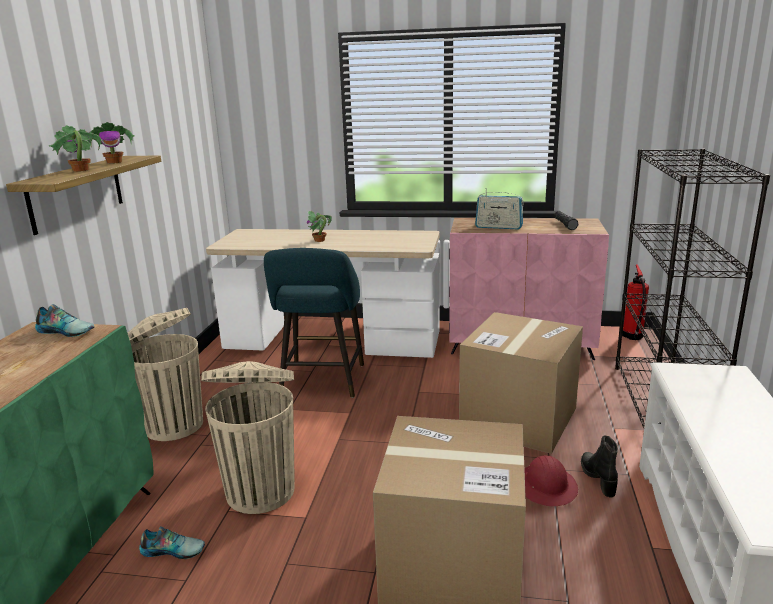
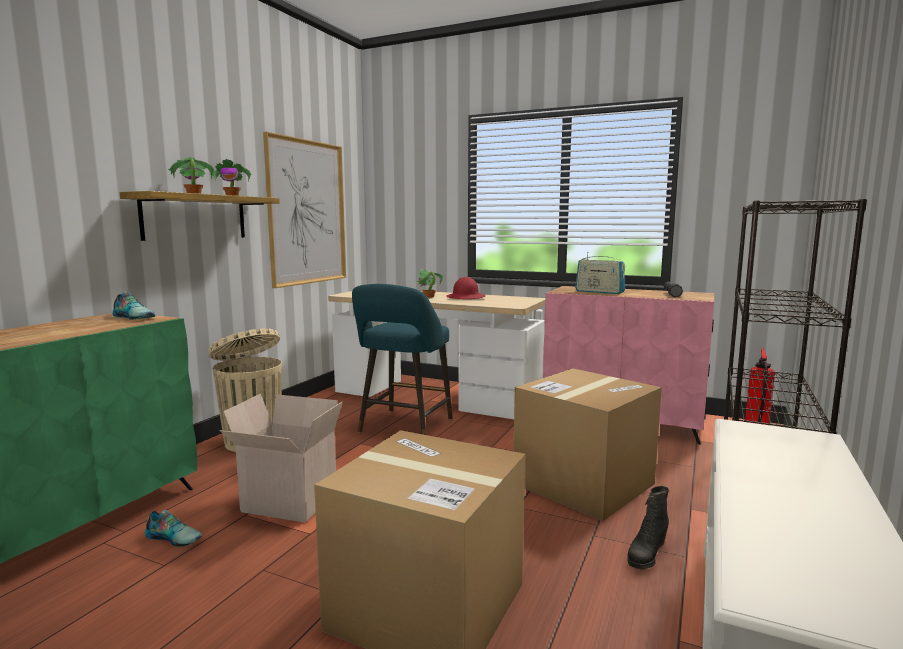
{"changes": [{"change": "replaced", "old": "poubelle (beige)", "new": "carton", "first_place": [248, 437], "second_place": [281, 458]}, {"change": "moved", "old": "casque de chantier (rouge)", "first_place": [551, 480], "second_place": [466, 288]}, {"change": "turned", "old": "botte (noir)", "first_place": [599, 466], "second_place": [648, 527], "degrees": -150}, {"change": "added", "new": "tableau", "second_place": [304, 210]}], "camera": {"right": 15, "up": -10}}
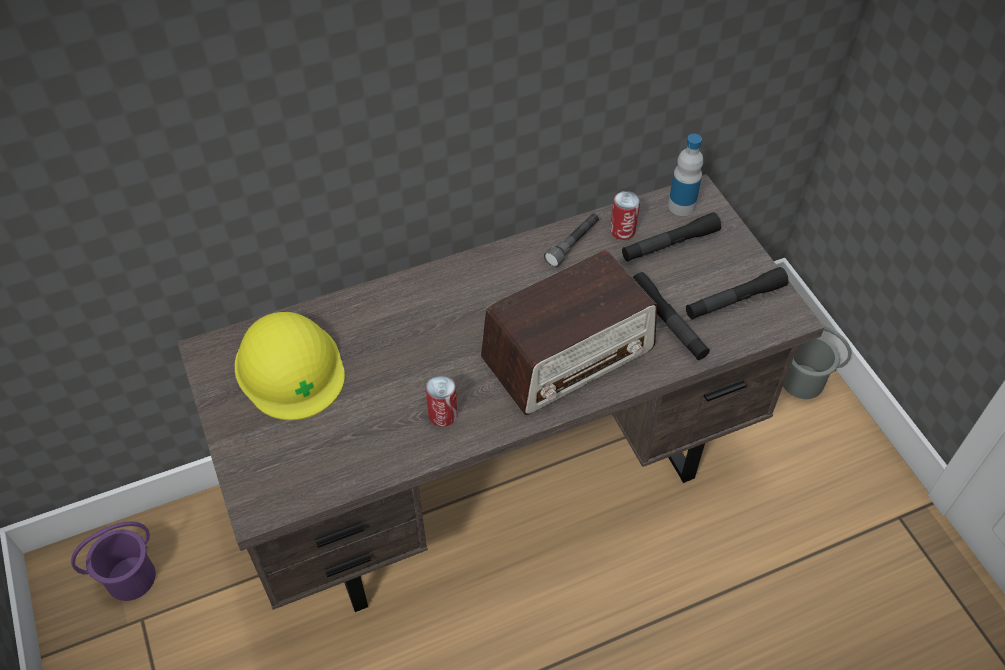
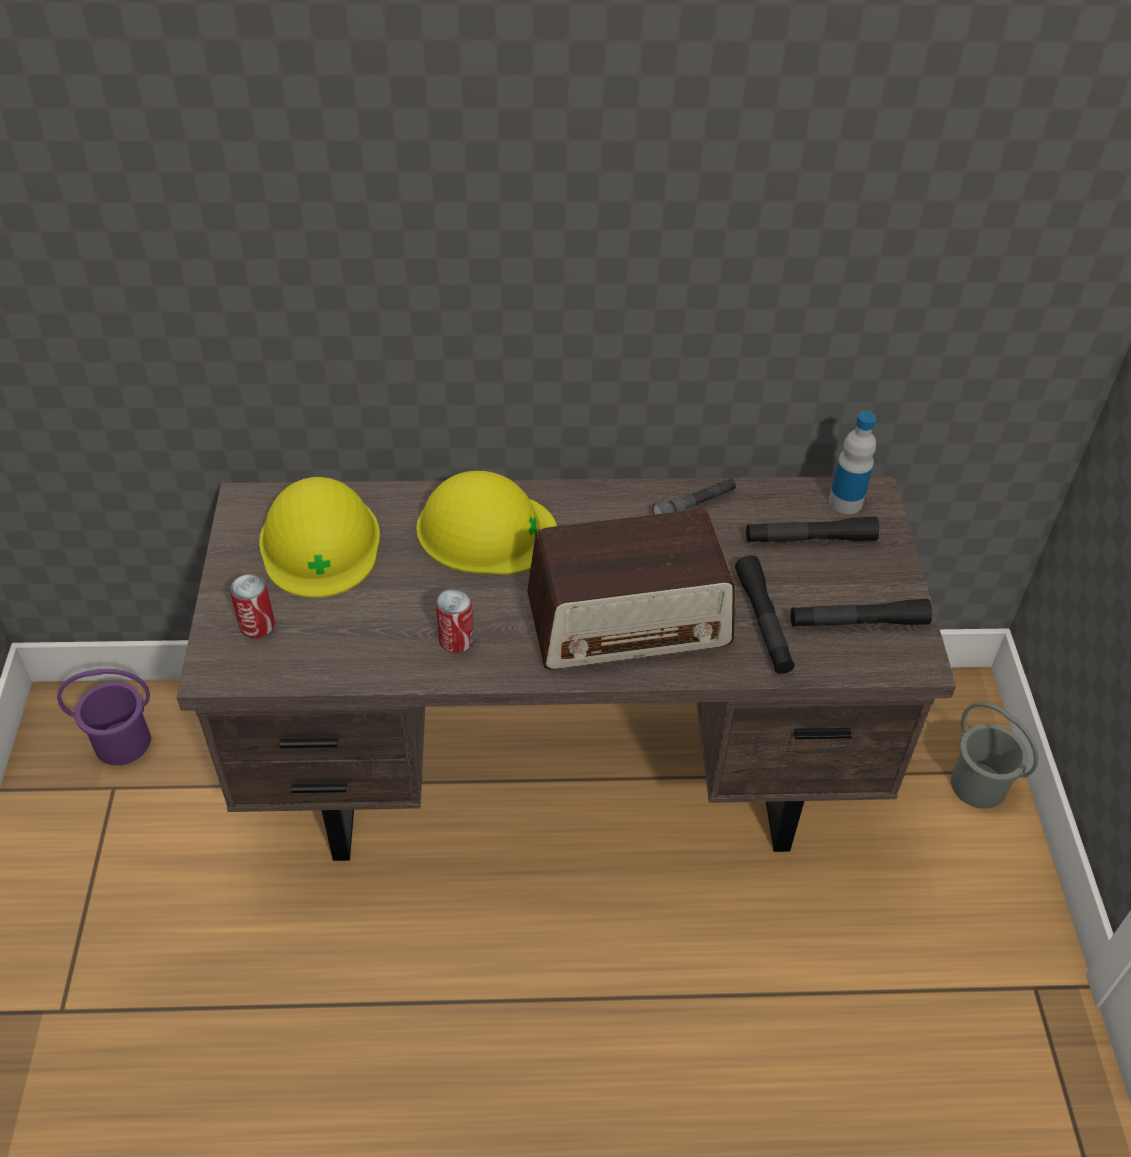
{"changes": [{"change": "moved", "old": "boîte métallique", "first_place": [625, 215], "second_place": [252, 606]}, {"change": "added", "new": "casque de chantier (jaune)", "second_place": [486, 523]}], "camera": {"right": 20, "up": -5}}
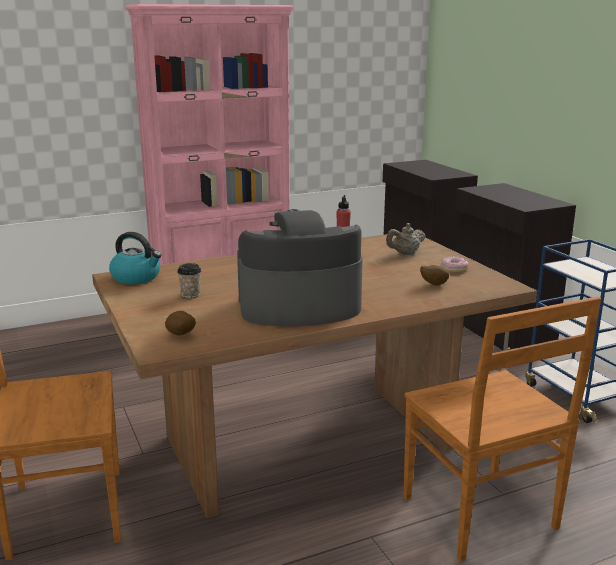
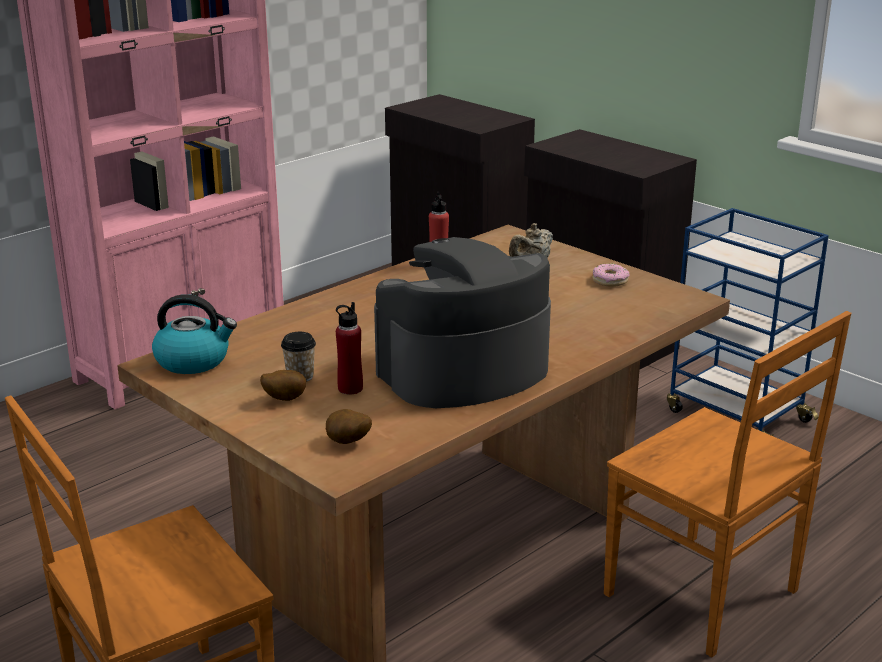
{"changes": [{"change": "moved", "old": "pomme de terre", "first_place": [434, 275], "second_place": [283, 385]}, {"change": "added", "new": "bouteille (rouge)", "second_place": [349, 348]}], "camera": {"right": -20, "up": 5}}
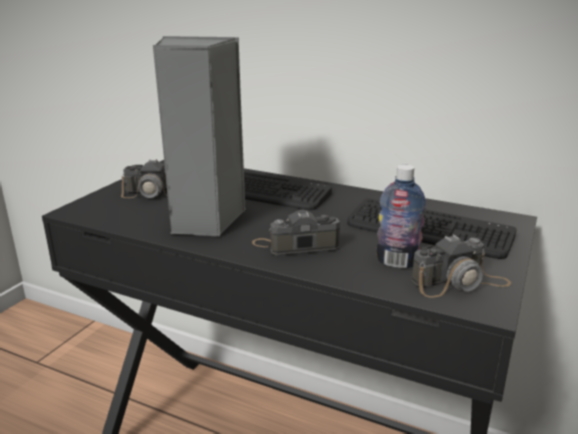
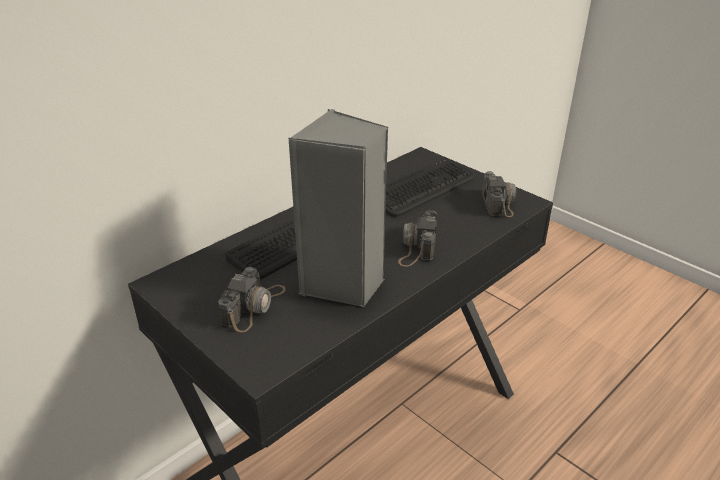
{"changes": [{"change": "removed", "old": "bouteille", "first_place": [401, 216]}], "camera": {"right": -70, "up": 10}}
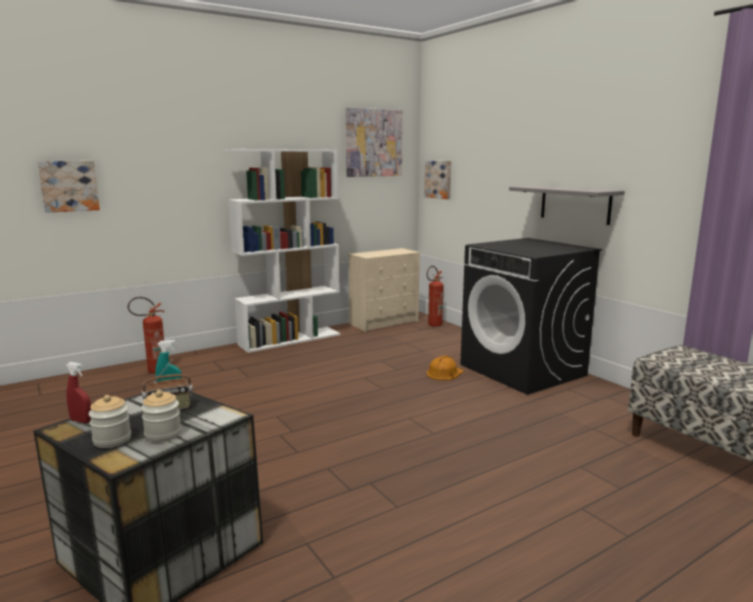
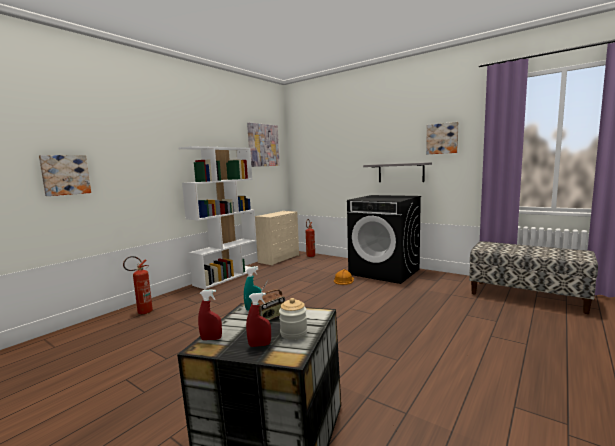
{"changes": [{"change": "replaced", "old": "bocal", "new": "vaporisateur (rouge)", "first_place": [110, 421], "second_place": [258, 319]}, {"change": "moved", "old": "tableau", "first_place": [437, 180], "second_place": [442, 138]}], "camera": {"right": -20, "up": -5}}
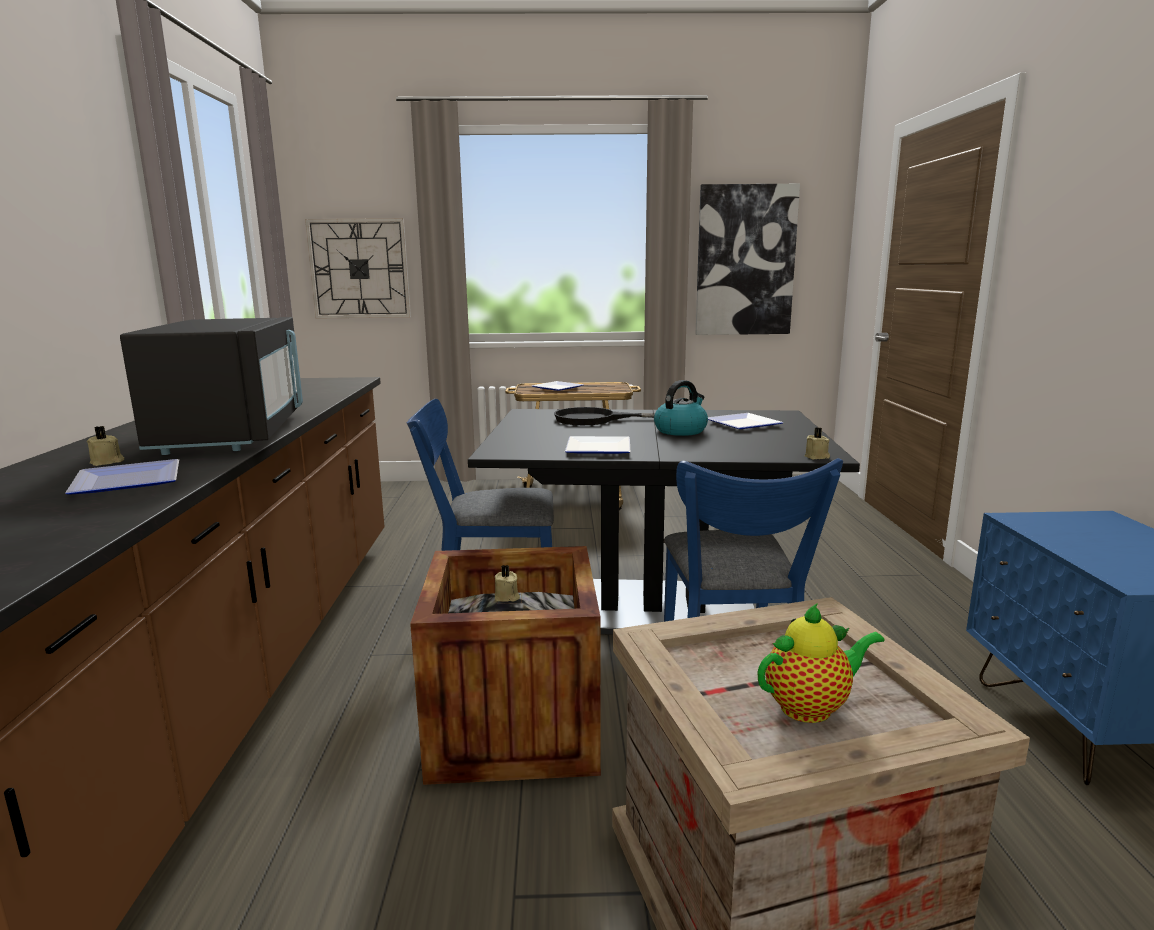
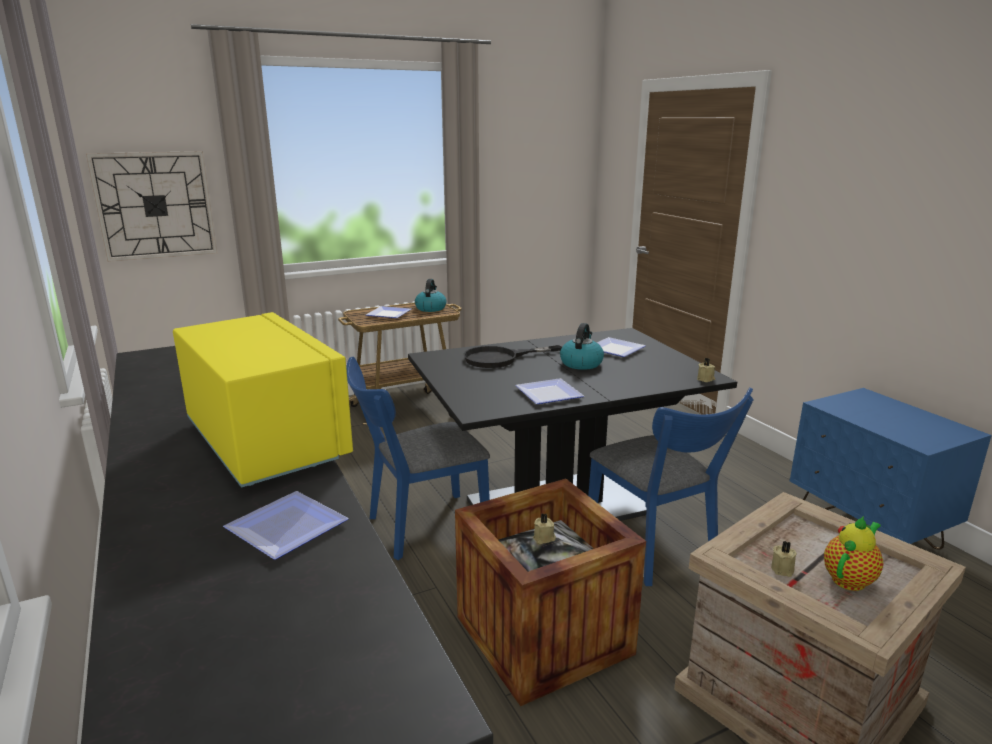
{"changes": [{"change": "moved", "old": "bougie (beige)", "first_place": [105, 446], "second_place": [784, 559]}, {"change": "recoloured", "old": "micro-ondes (noir)", "new": "micro-ondes (jaune)", "first_place": [211, 386], "second_place": [263, 400]}, {"change": "removed", "old": "tableau", "first_place": [748, 259]}, {"change": "added", "new": "bouilloire", "second_place": [430, 295]}], "camera": {"right": -25, "up": 5}}
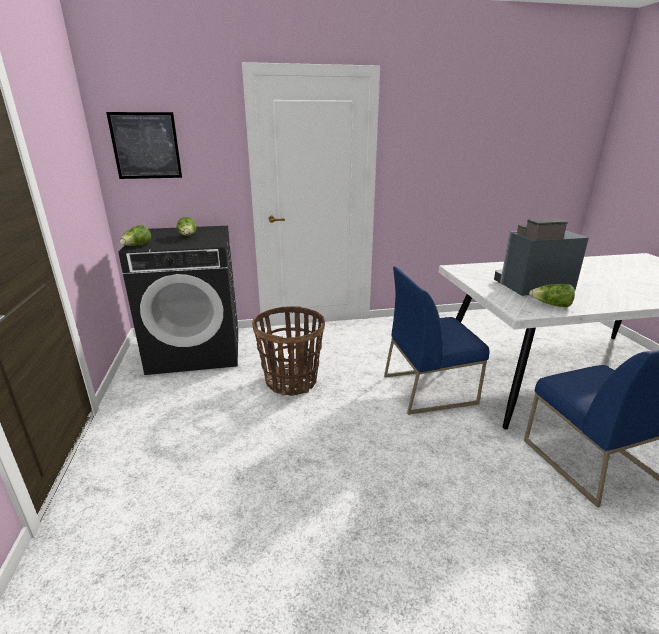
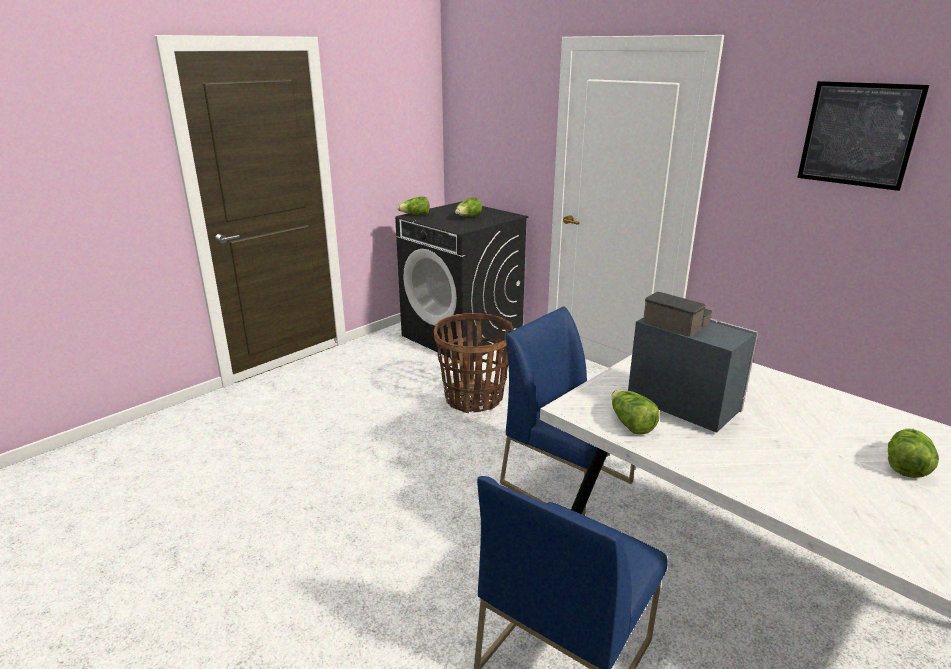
{"changes": [{"change": "moved", "old": "tableau", "first_place": [144, 145], "second_place": [863, 136]}, {"change": "added", "new": "laitue", "second_place": [913, 453]}], "camera": {"right": 55, "up": 0}}
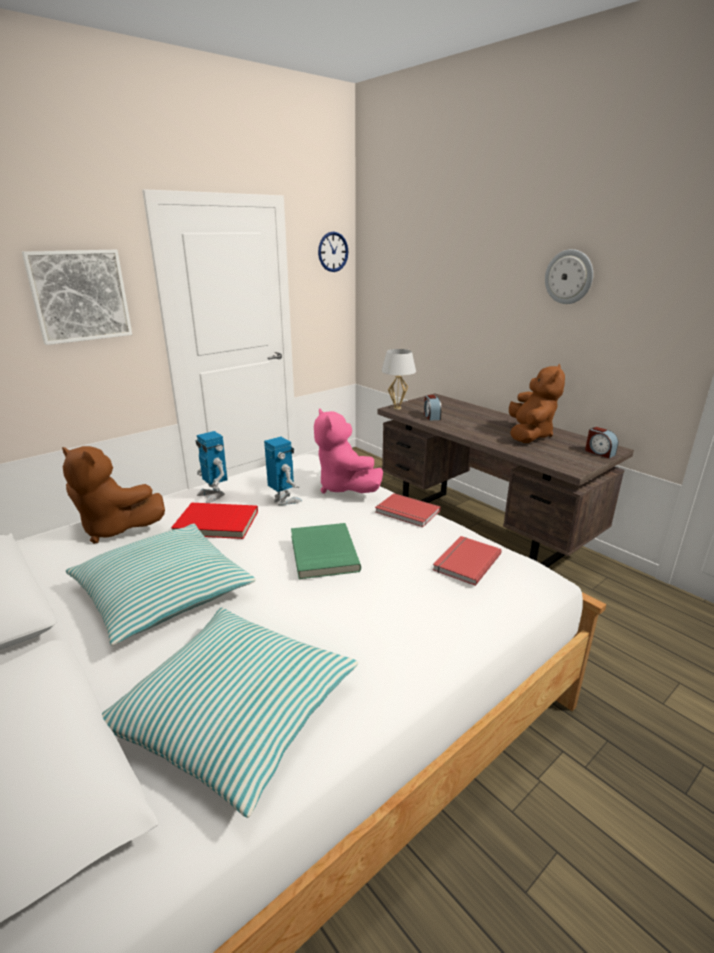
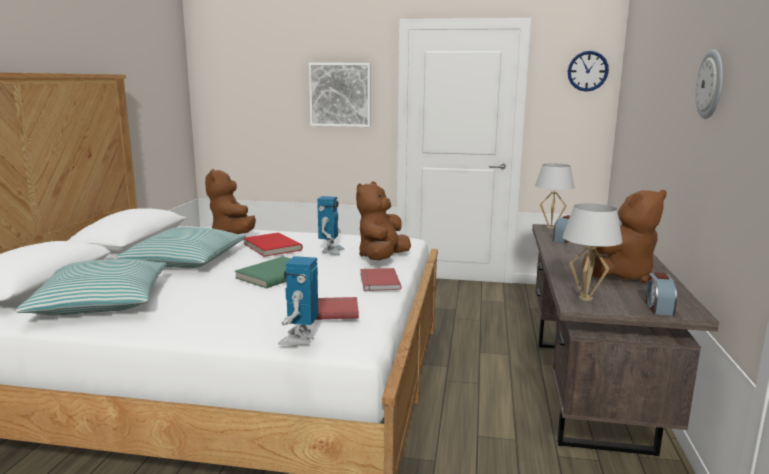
{"changes": [{"change": "moved", "old": "robot jouet", "first_place": [212, 467], "second_place": [298, 301]}, {"change": "recoloured", "old": "peluche (rose)", "new": "peluche (marron)", "first_place": [348, 451], "second_place": [383, 220]}, {"change": "added", "new": "lampe de table (blanc)", "second_place": [592, 252]}], "camera": {"right": 50, "up": -10}}
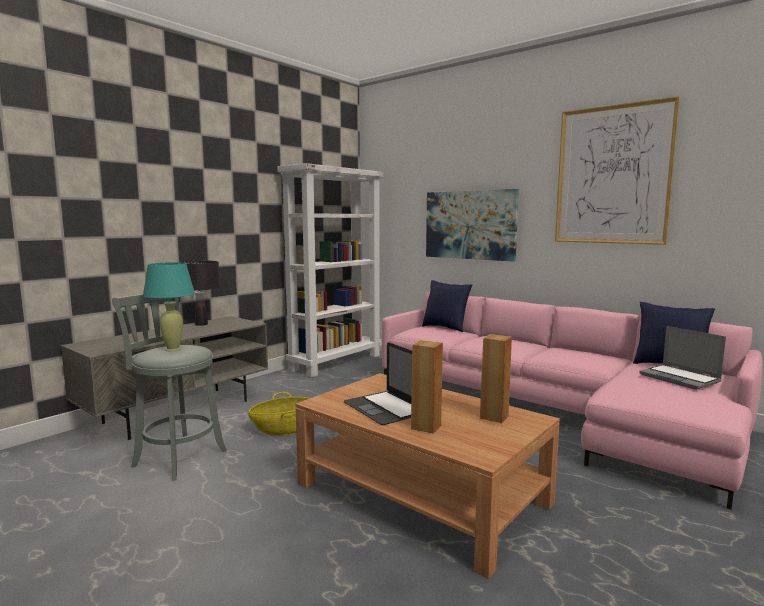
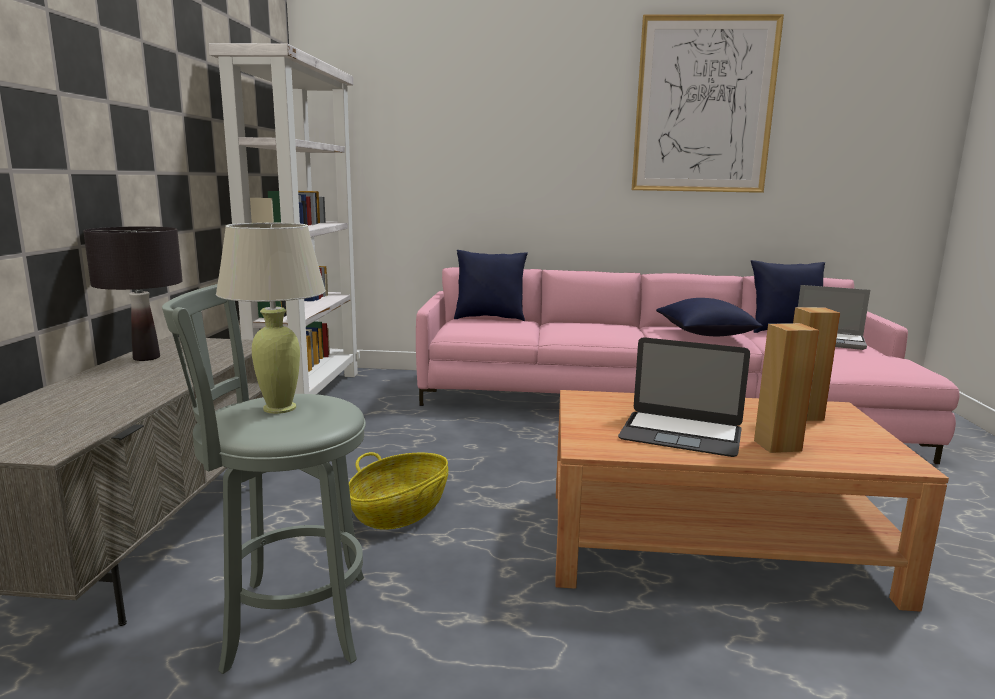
{"changes": [{"change": "recoloured", "old": "lampe de table (turquoise)", "new": "lampe de table (beige)", "first_place": [169, 306], "second_place": [271, 318]}, {"change": "removed", "old": "tableau", "first_place": [472, 225]}, {"change": "added", "new": "coussin (bleu)", "second_place": [709, 317]}], "camera": {"right": -35, "up": 5}}
